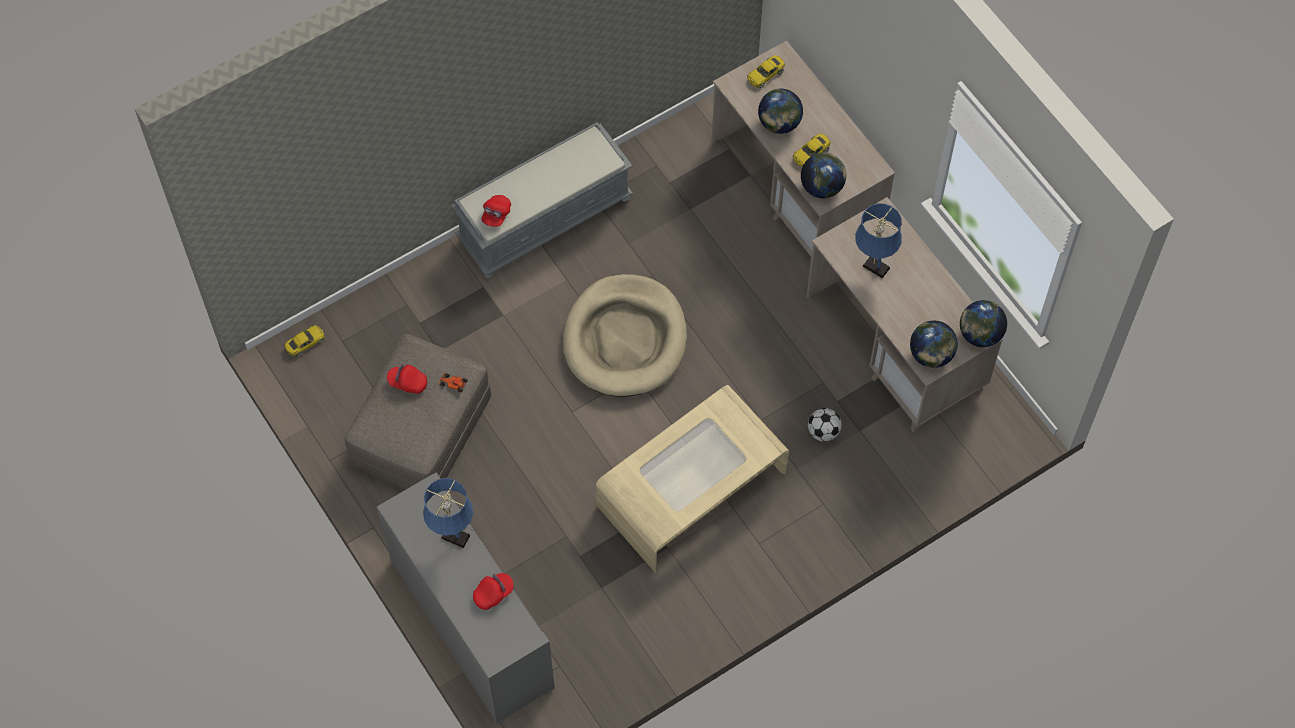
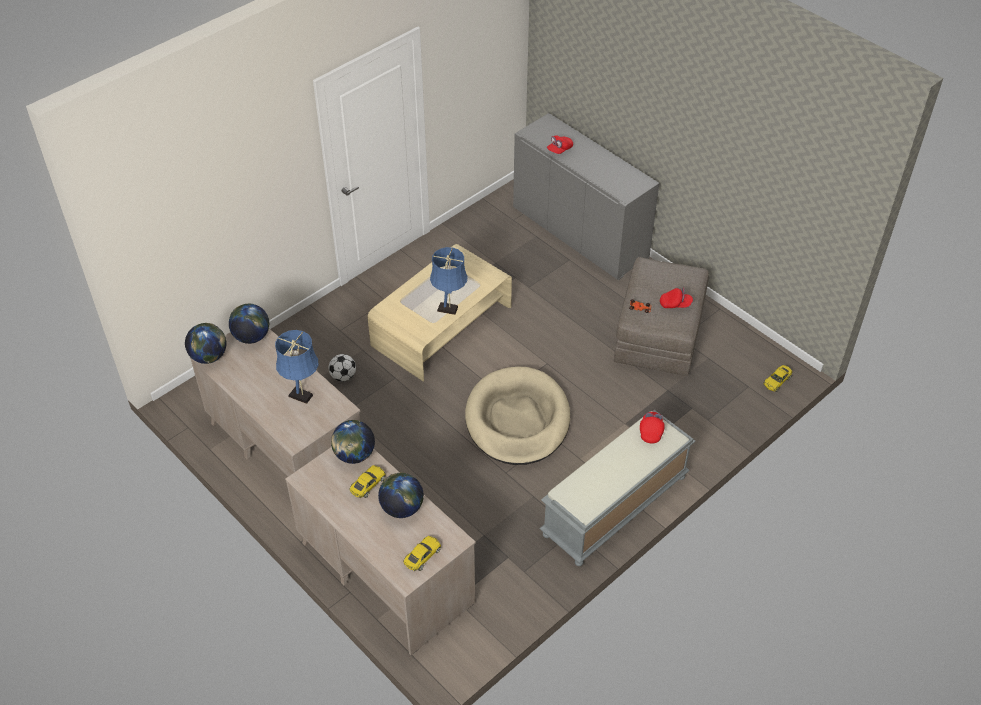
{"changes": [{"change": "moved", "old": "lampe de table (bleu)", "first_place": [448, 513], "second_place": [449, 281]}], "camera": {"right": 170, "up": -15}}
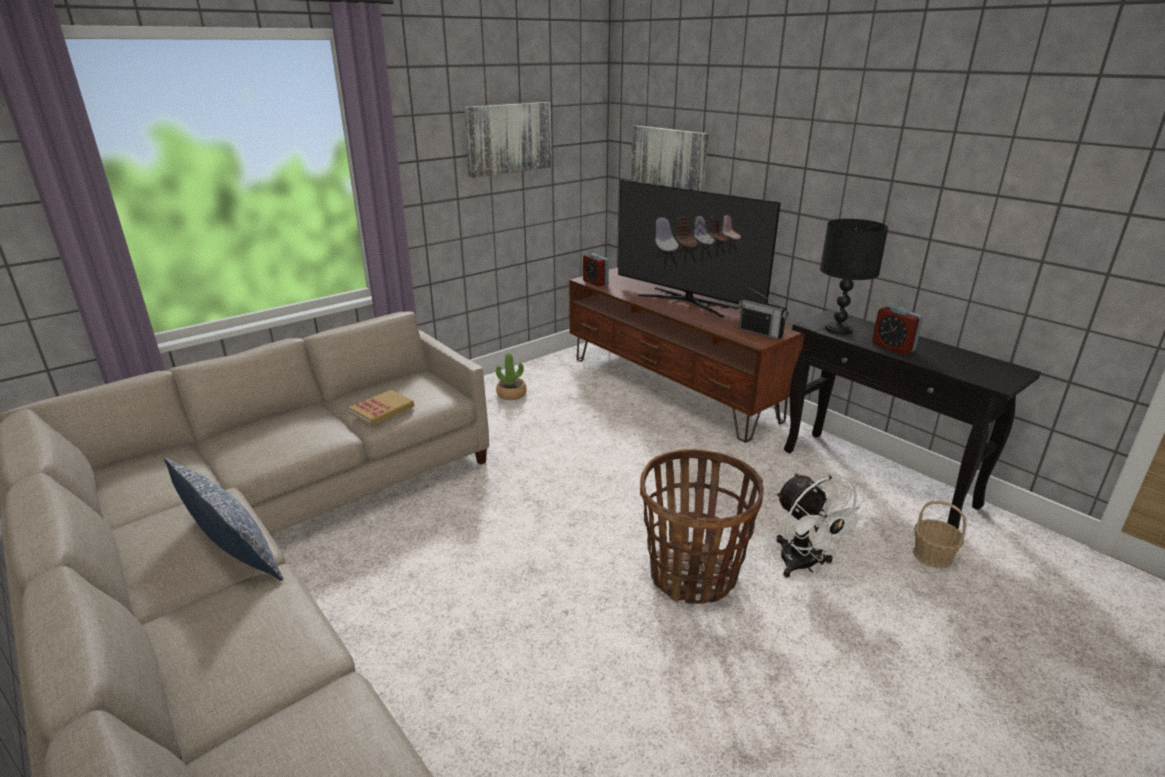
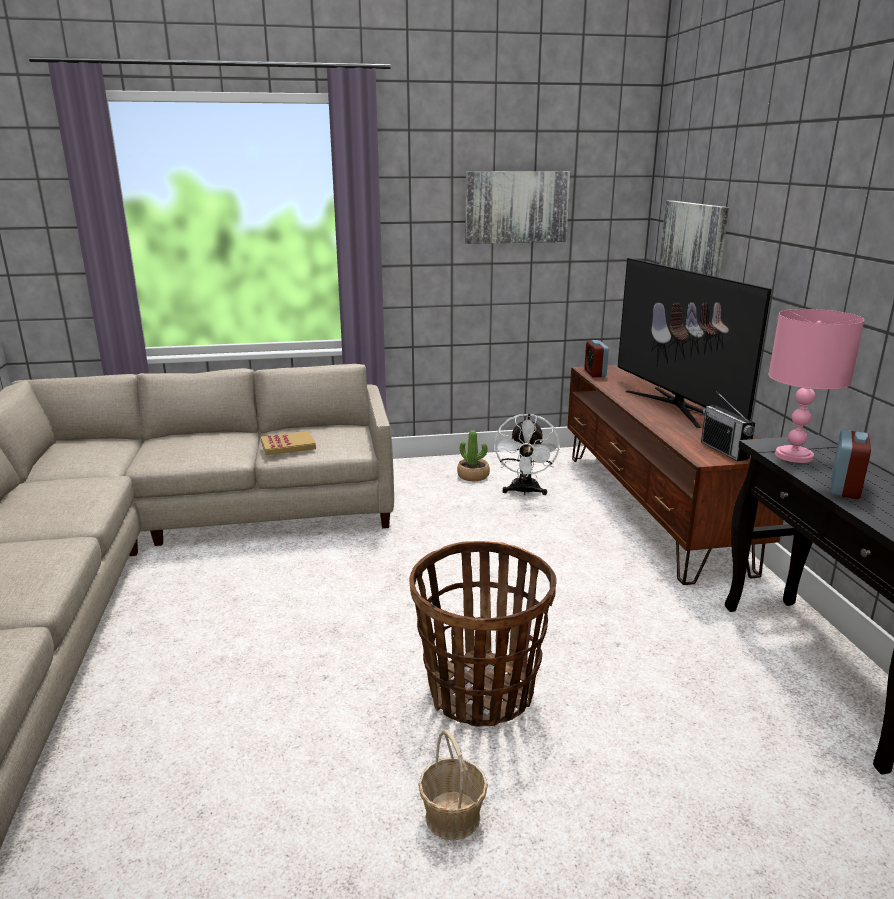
{"changes": [{"change": "removed", "old": "coussin", "first_place": [223, 519]}, {"change": "moved", "old": "ventilateur (blanc)", "first_place": [823, 525], "second_place": [527, 454]}, {"change": "recoloured", "old": "lampe de table (noir)", "new": "lampe de table (rose)", "first_place": [854, 277], "second_place": [816, 386]}, {"change": "turned", "old": "réveil", "first_place": [897, 330], "second_place": [851, 464], "degrees": -150}, {"change": "moved", "old": "panier", "first_place": [940, 535], "second_place": [453, 785]}], "camera": {"right": 30, "up": -5}}
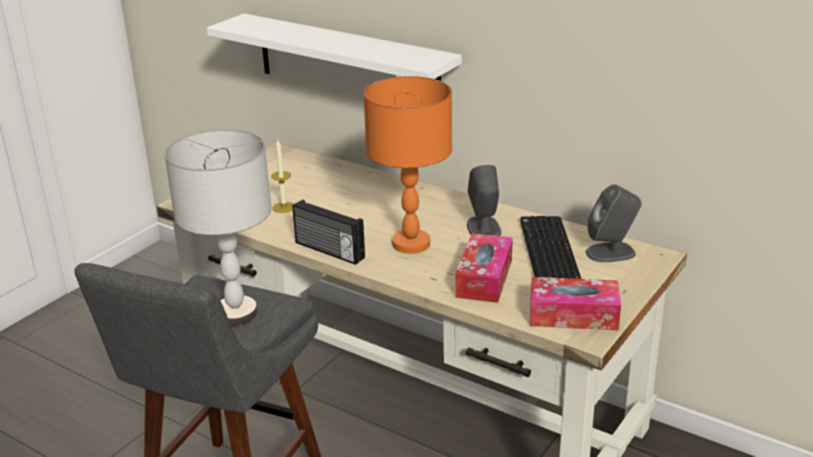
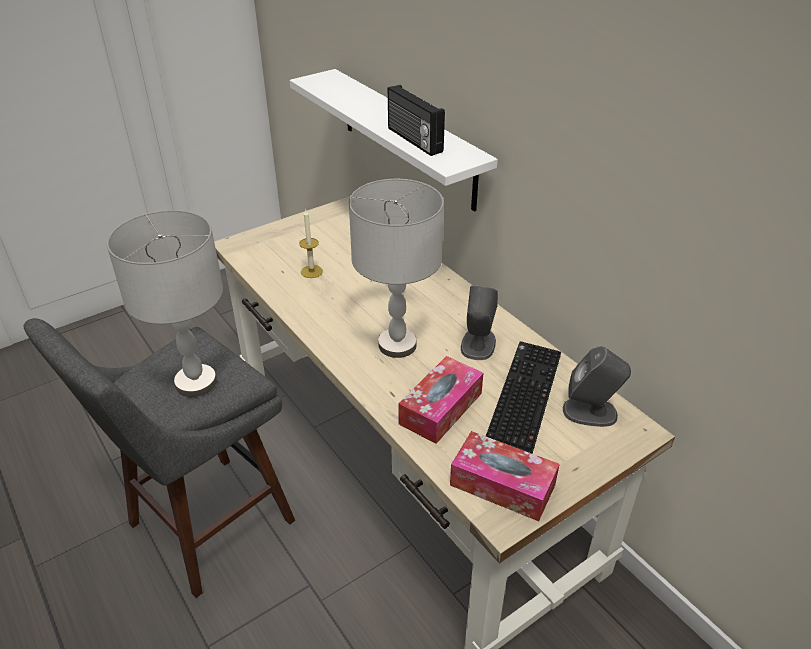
{"changes": [{"change": "moved", "old": "radio", "first_place": [328, 232], "second_place": [416, 120]}, {"change": "recoloured", "old": "lampe de table (orange)", "new": "lampe de table (gris)", "first_place": [407, 165], "second_place": [396, 268]}], "camera": {"right": 20, "up": 10}}
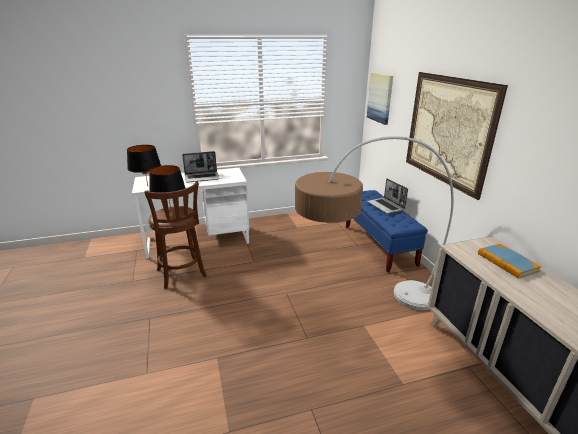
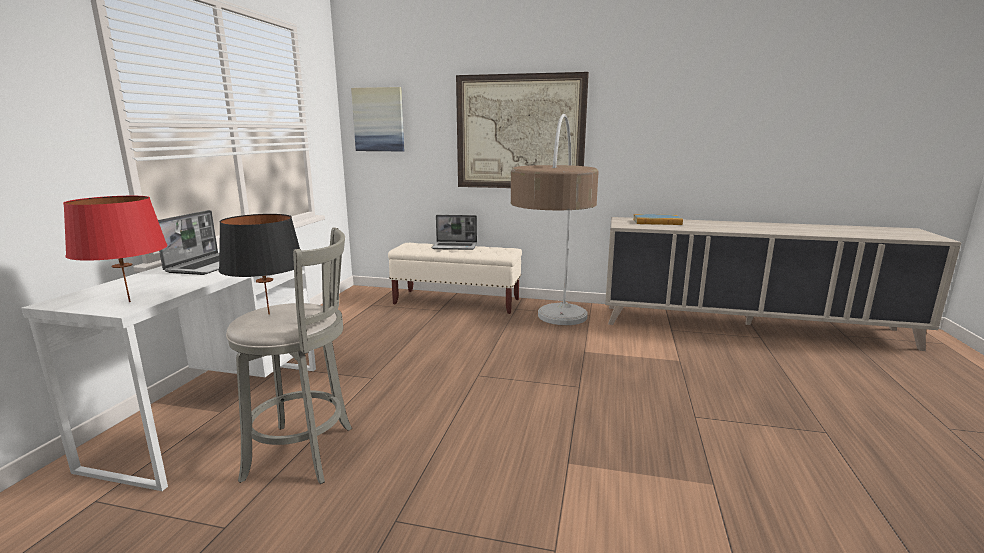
{"changes": [{"change": "recoloured", "old": "lampe de table (noir)", "new": "lampe de table (rouge)", "first_place": [144, 165], "second_place": [115, 249]}, {"change": "recoloured", "old": "tabouret (marron)", "new": "tabouret (gris)", "first_place": [176, 235], "second_place": [289, 355]}, {"change": "recoloured", "old": "banc (bleu)", "new": "banc (beige)", "first_place": [387, 231], "second_place": [455, 278]}], "camera": {"right": -60, "up": -10}}
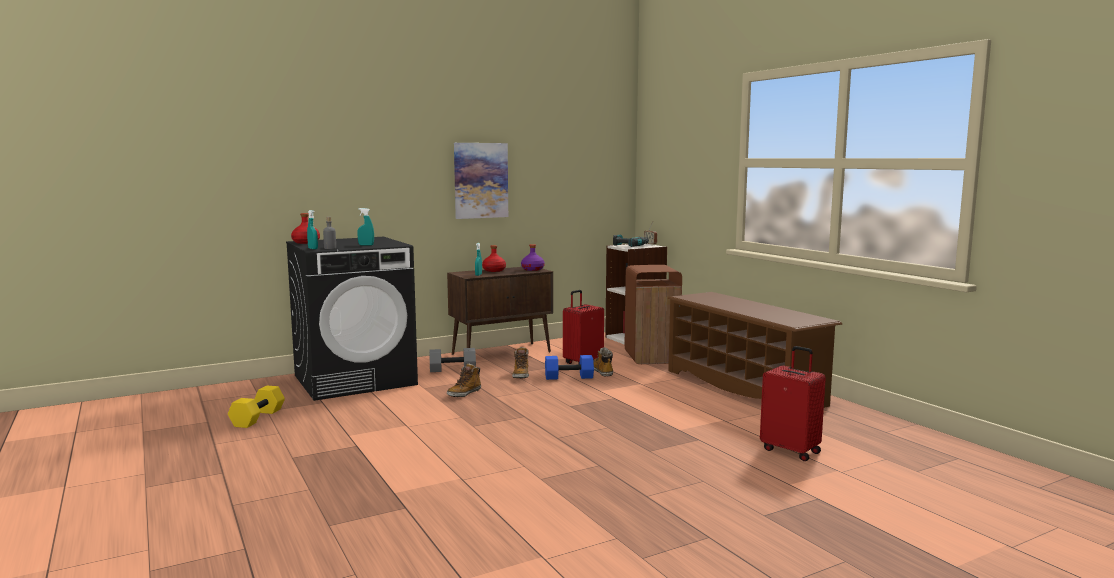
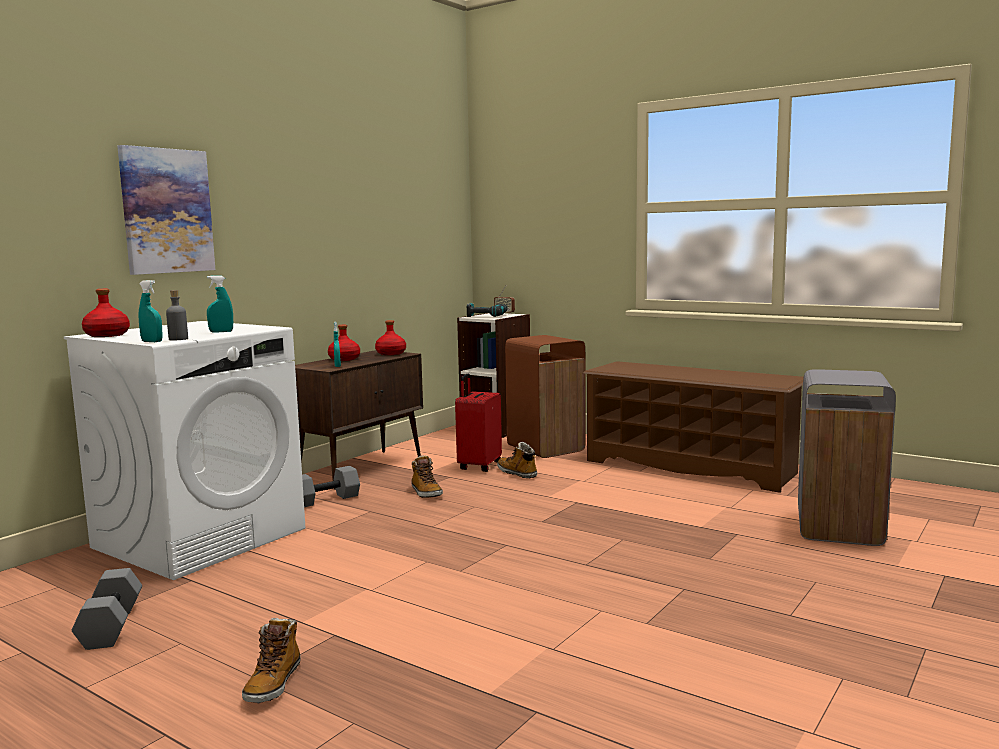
{"changes": [{"change": "recoloured", "old": "haltère (jaune)", "new": "haltère (gris)", "first_place": [256, 407], "second_place": [107, 609]}, {"change": "recoloured", "old": "lave-linge (noir)", "new": "lave-linge (blanc)", "first_place": [352, 319], "second_place": [184, 450]}, {"change": "moved", "old": "botte", "first_place": [464, 380], "second_place": [271, 661]}, {"change": "moved", "old": "tableau", "first_place": [481, 181], "second_place": [166, 210]}, {"change": "recoloured", "old": "bouteille (violet)", "new": "bouteille (rouge)", "first_place": [533, 257], "second_place": [390, 337]}, {"change": "removed", "old": "haltère (bleu)", "first_place": [569, 367]}, {"change": "replaced", "old": "valise (rouge)", "new": "poubelle (gris)", "first_place": [793, 403], "second_place": [847, 457]}], "camera": {"right": -25, "up": 0}}
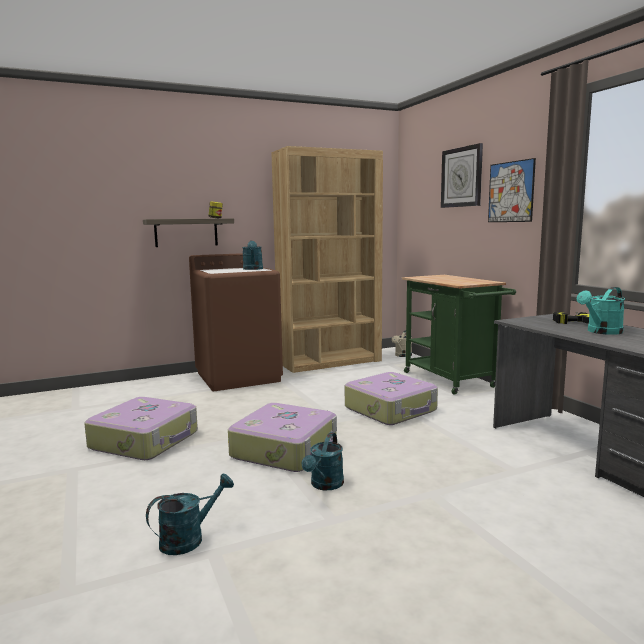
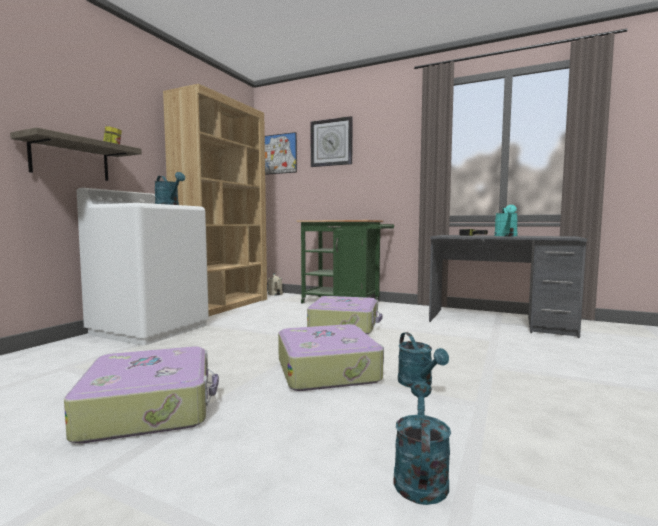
{"changes": [{"change": "recoloured", "old": "lave-linge (marron)", "new": "lave-linge (blanc)", "first_place": [236, 322], "second_place": [143, 267]}, {"change": "moved", "old": "tableau", "first_place": [512, 190], "second_place": [281, 153]}], "camera": {"right": -40, "up": -5}}
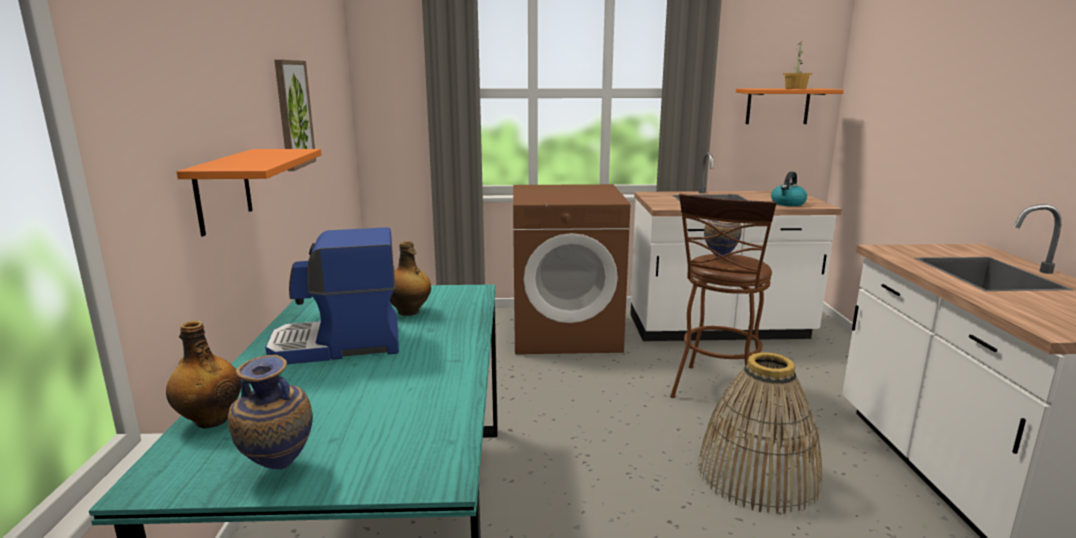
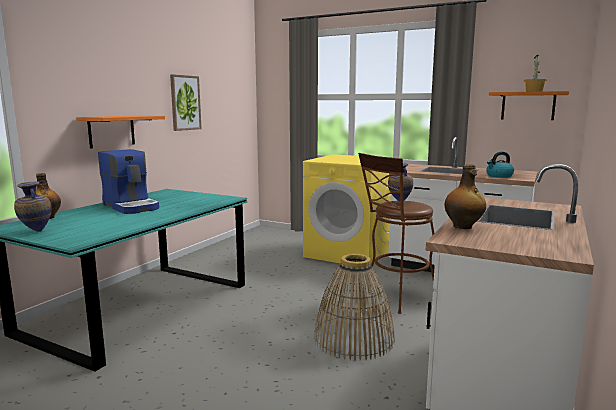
{"changes": [{"change": "turned", "old": "machine à café", "first_place": [332, 295], "second_place": [128, 181], "degrees": -150}, {"change": "moved", "old": "bouteille", "first_place": [410, 278], "second_place": [465, 196]}, {"change": "recoloured", "old": "lave-linge (marron)", "new": "lave-linge (jaune)", "first_place": [571, 269], "second_place": [347, 209]}], "camera": {"right": 30, "up": -5}}
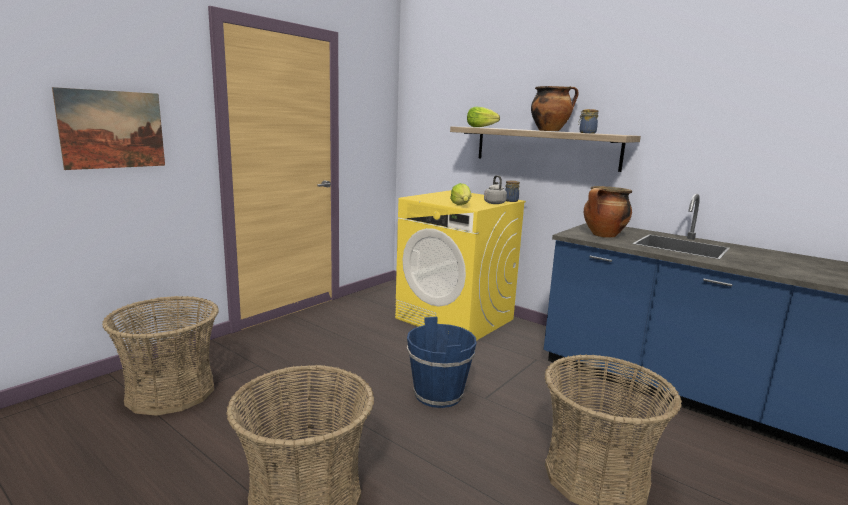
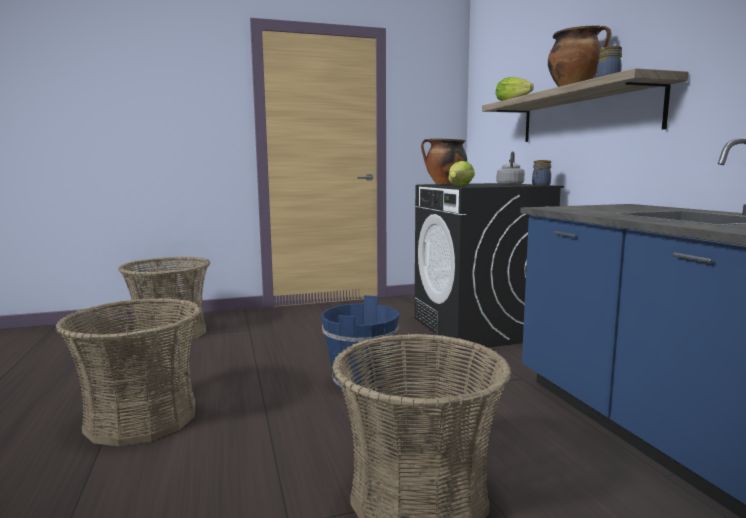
{"changes": [{"change": "removed", "old": "tableau", "first_place": [108, 128]}, {"change": "recoloured", "old": "lave-linge (jaune)", "new": "lave-linge (noir)", "first_place": [460, 265], "second_place": [489, 267]}, {"change": "moved", "old": "marmite", "first_place": [608, 212], "second_place": [444, 161]}], "camera": {"right": 35, "up": -5}}
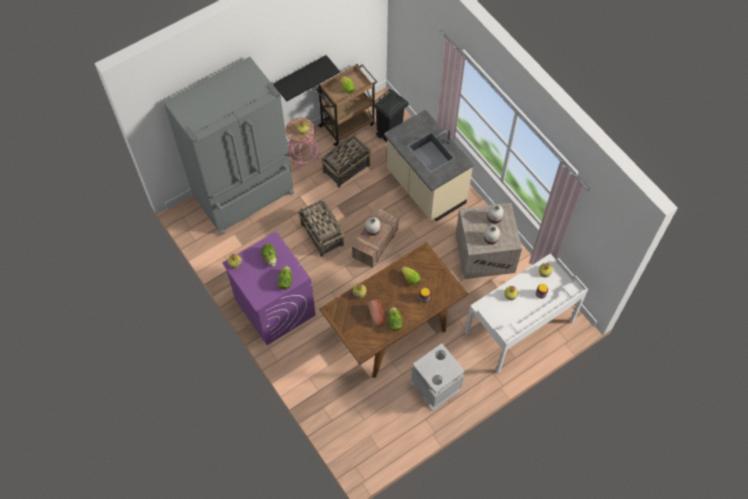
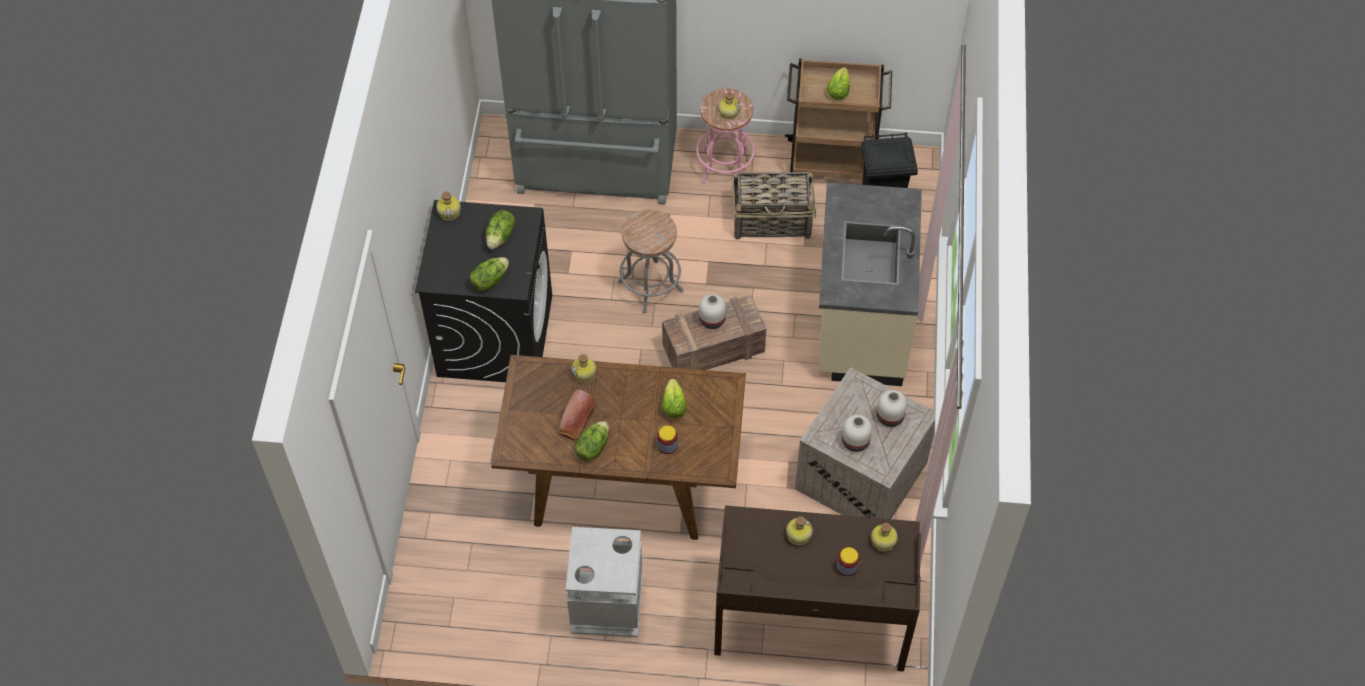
{"changes": [{"change": "recoloured", "old": "lave-linge (violet)", "new": "lave-linge (noir)", "first_place": [269, 288], "second_place": [483, 291]}, {"change": "removed", "old": "étagère (noir)", "first_place": [306, 78]}, {"change": "replaced", "old": "panier", "new": "tabouret (gris)", "first_place": [321, 228], "second_place": [650, 261]}, {"change": "recoloured", "old": "bureau (blanc)", "new": "bureau (marron)", "first_place": [526, 313], "second_place": [817, 588]}], "camera": {"right": 40, "up": -5}}
